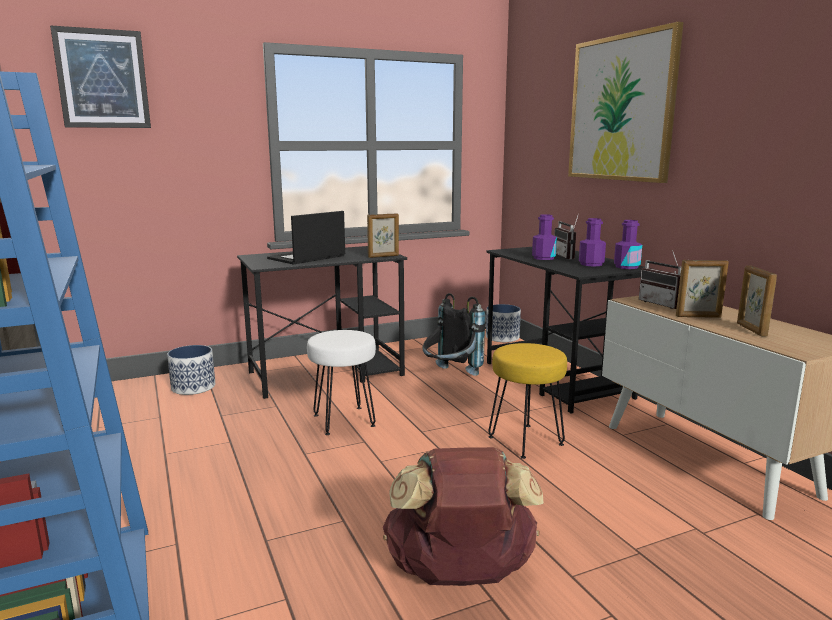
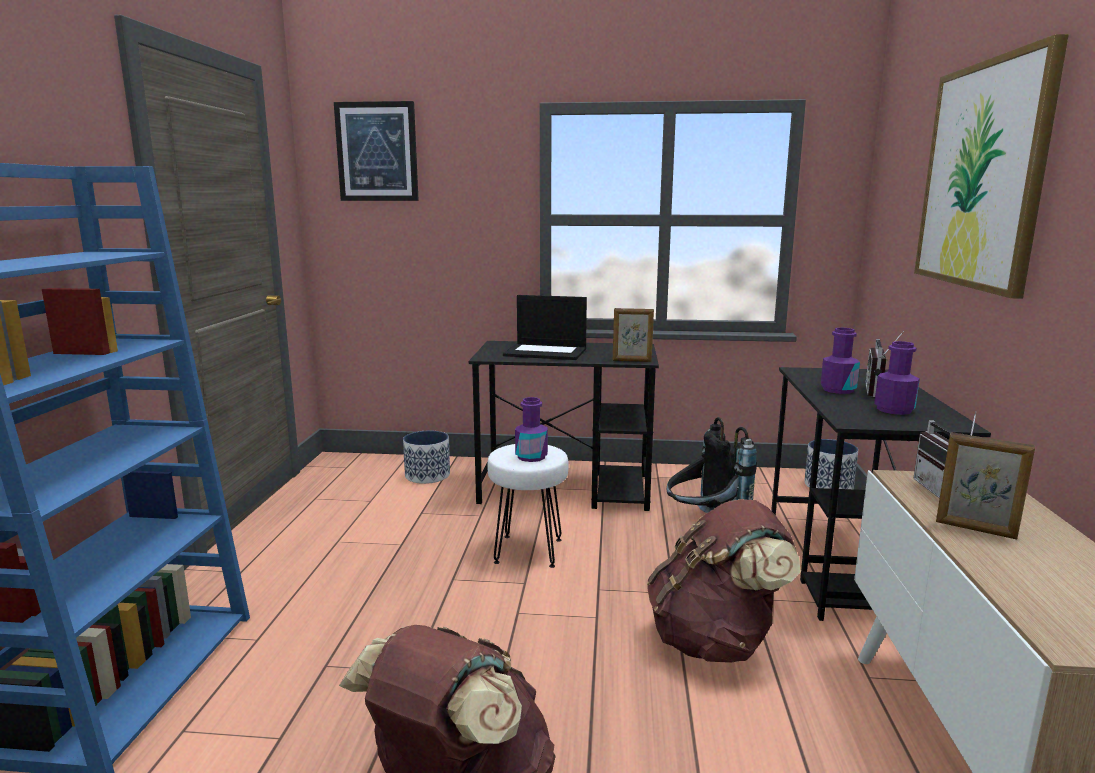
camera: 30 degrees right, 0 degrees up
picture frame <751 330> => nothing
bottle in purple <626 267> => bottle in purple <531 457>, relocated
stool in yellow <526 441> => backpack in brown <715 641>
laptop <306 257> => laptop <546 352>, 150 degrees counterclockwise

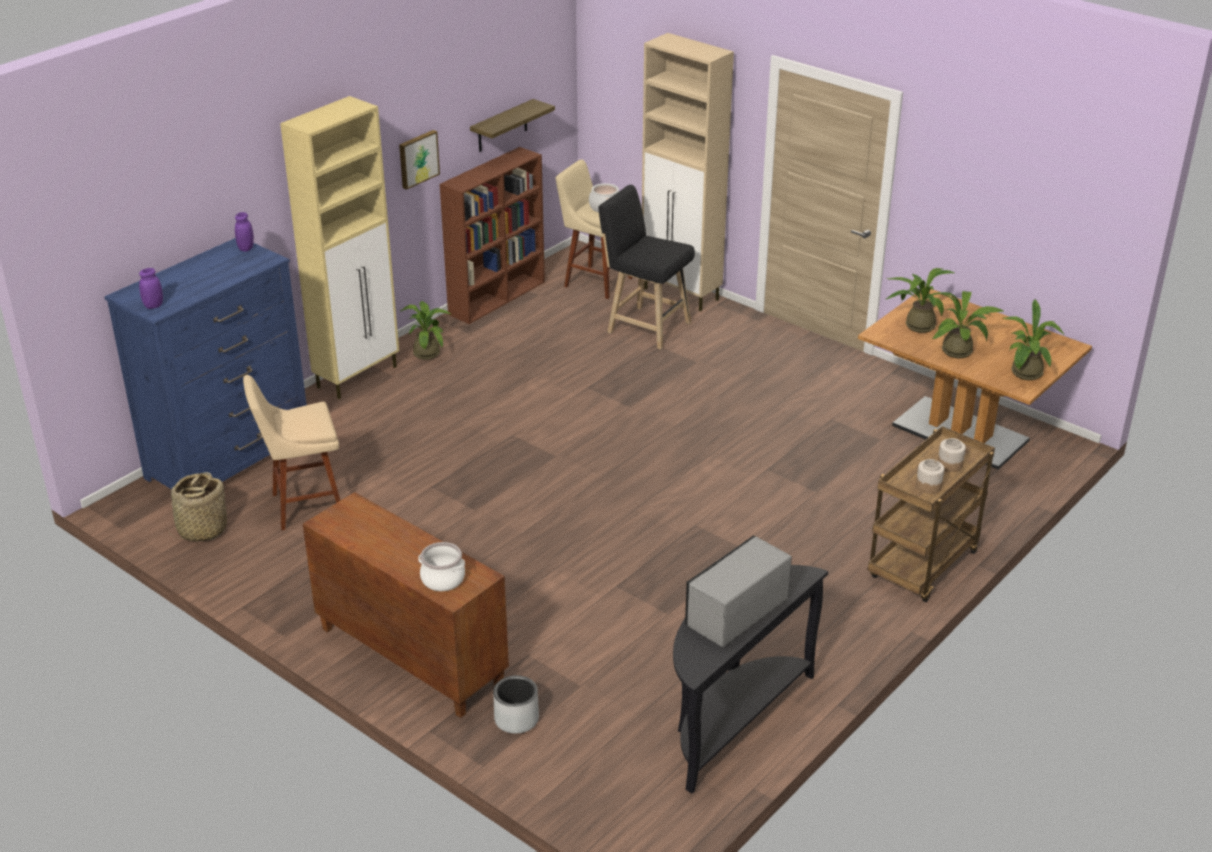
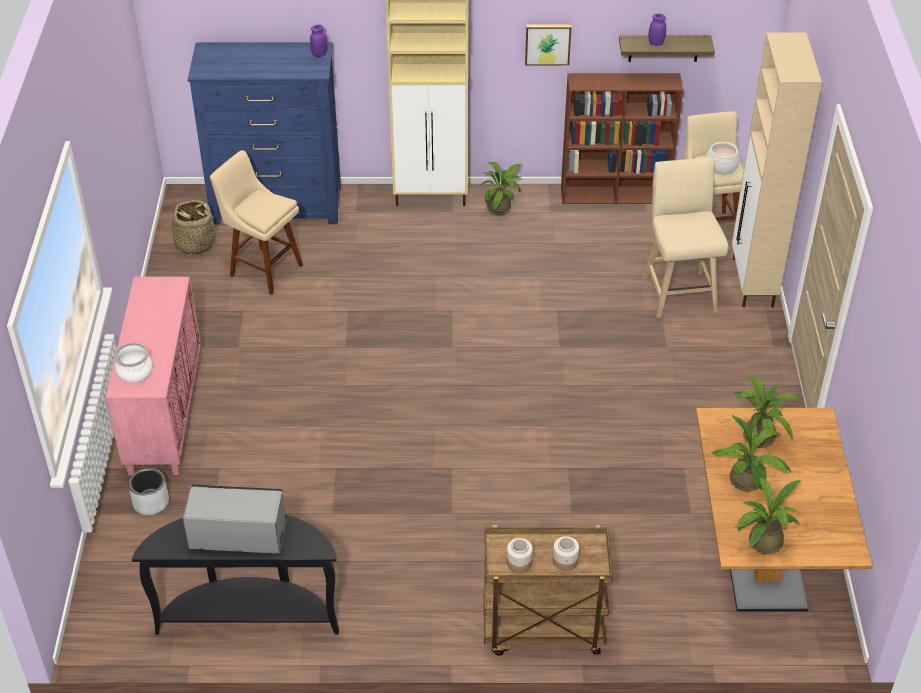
camera: 50 degrees right, 10 degrees up
jar in purple <153 305> => jar in purple <656 43>, relocated
cabinet in brown <409 656> => cabinet in pink <164 414>
stool in black <645 327> => stool in beige <678 291>

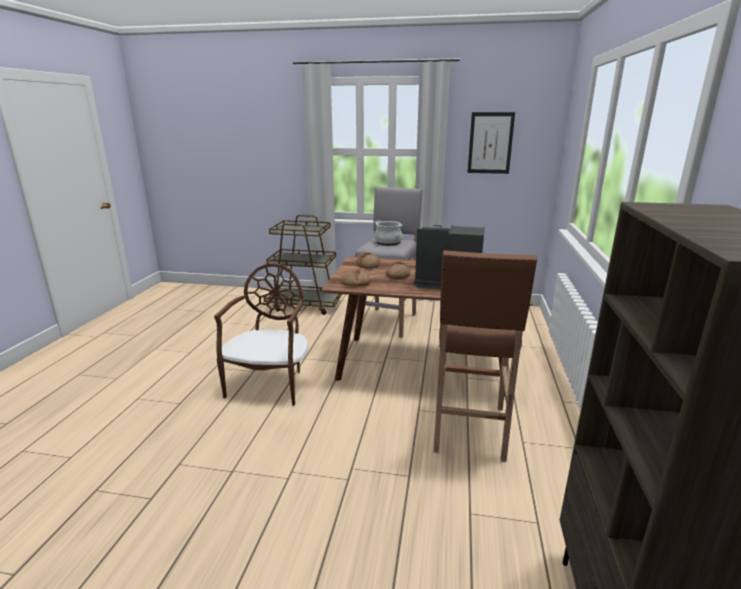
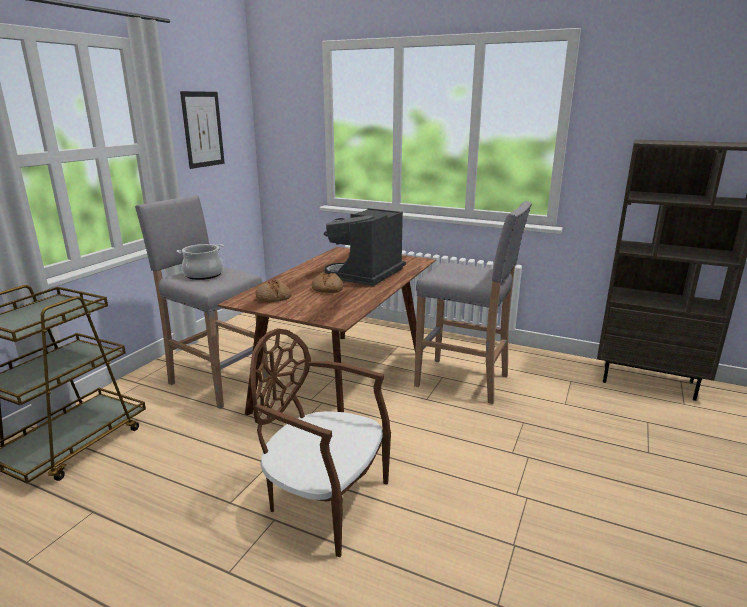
camera: 75 degrees left, 0 degrees up
bread <356 284> => nothing
stool in brown <469 430> => stool in grey <464 381>

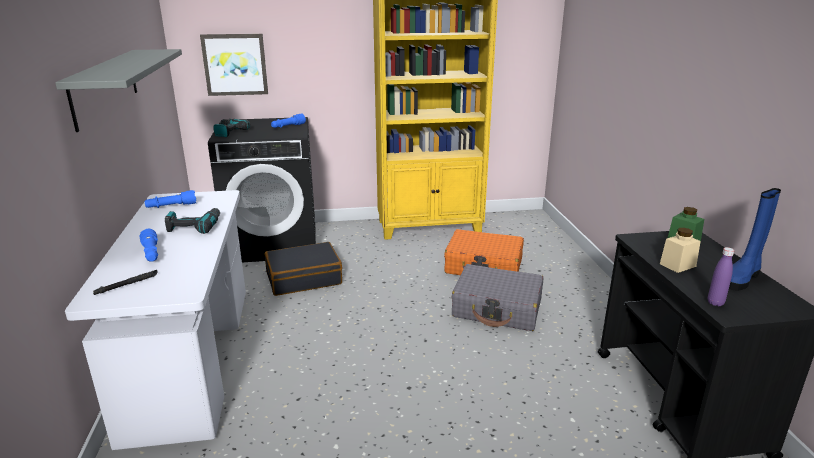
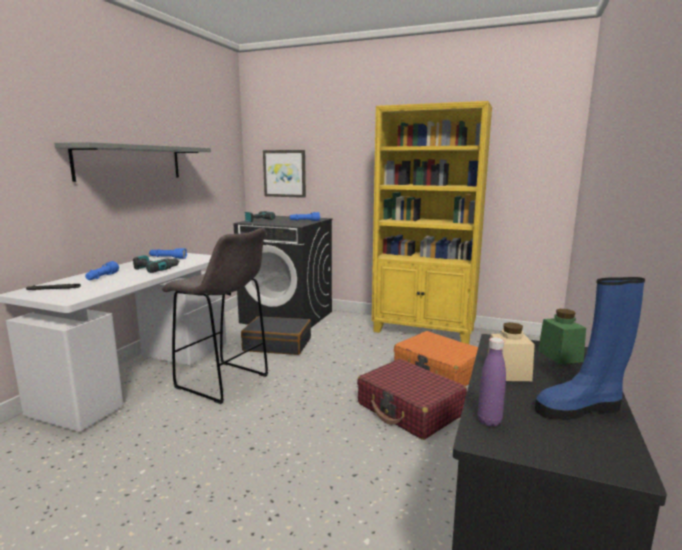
camera: 30 degrees right, 10 degrees down
nothing => stool in grey <224 382>
suitcase in grey <497 309> => suitcase in red <410 410>

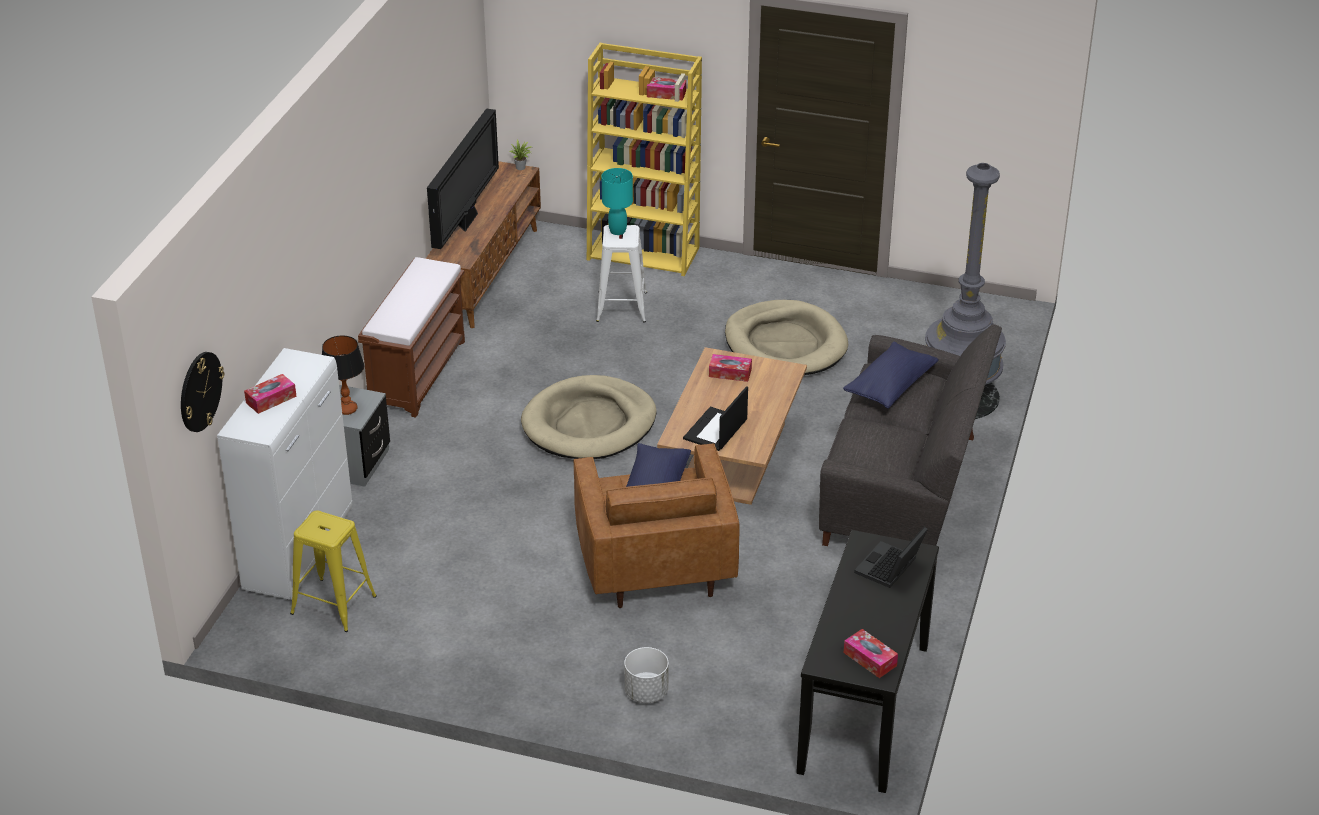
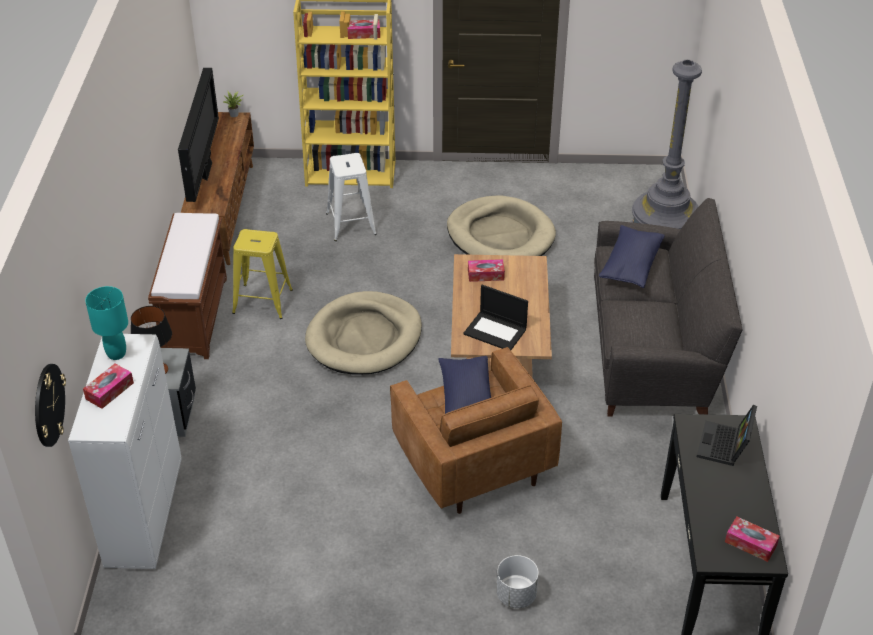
camera: 15 degrees left, 5 degrees up
stool in yellow <333 605> => stool in yellow <262 301>, relocated
table lamp in turquoise <617 231> => table lamp in turquoise <116 353>, relocated
laptop <715 430> => laptop <496 331>, 75 degrees counterclockwise

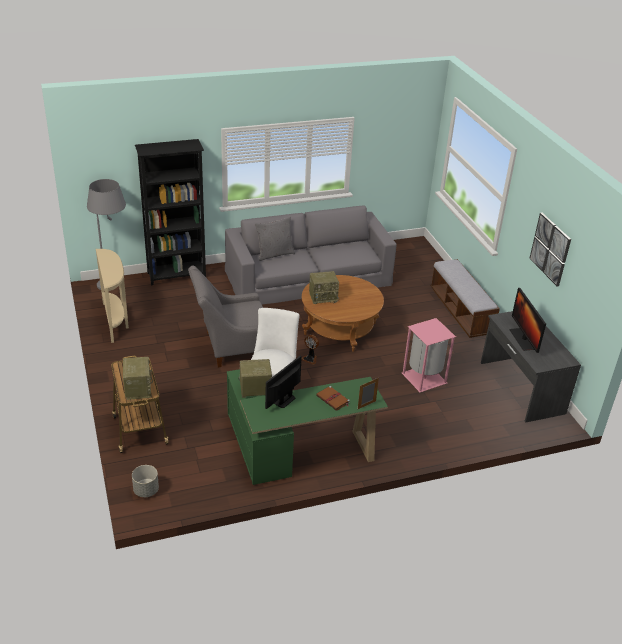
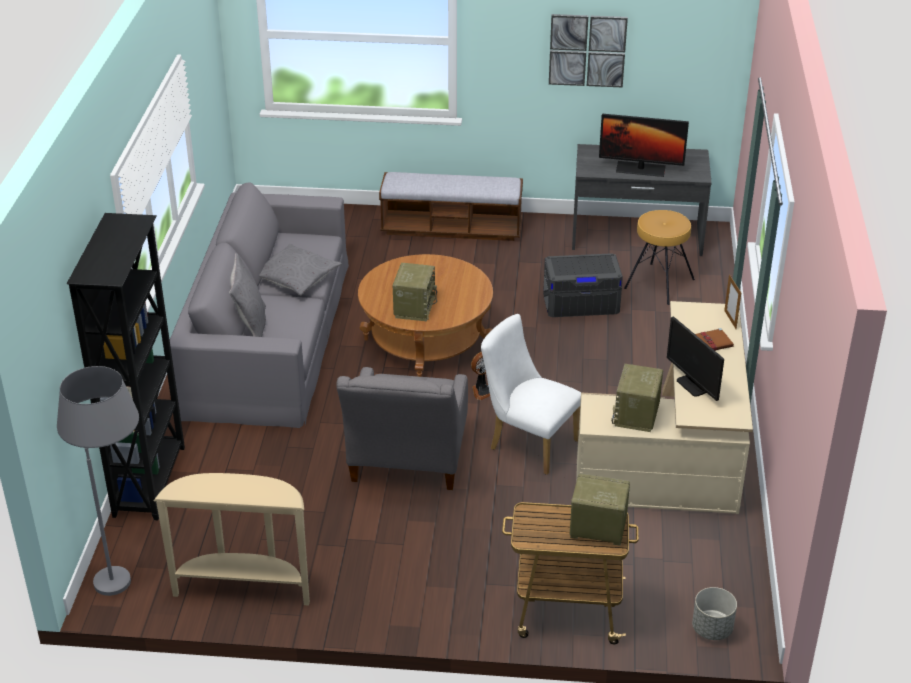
camera: 65 degrees left, 0 degrees up
nothing => pillow in grey <296 277>
nothing => stool in brown <658 283>
trash can in pink <425 378> => storage box in grey <581 303>
desk in green <293 448> => desk in beige <676 458>

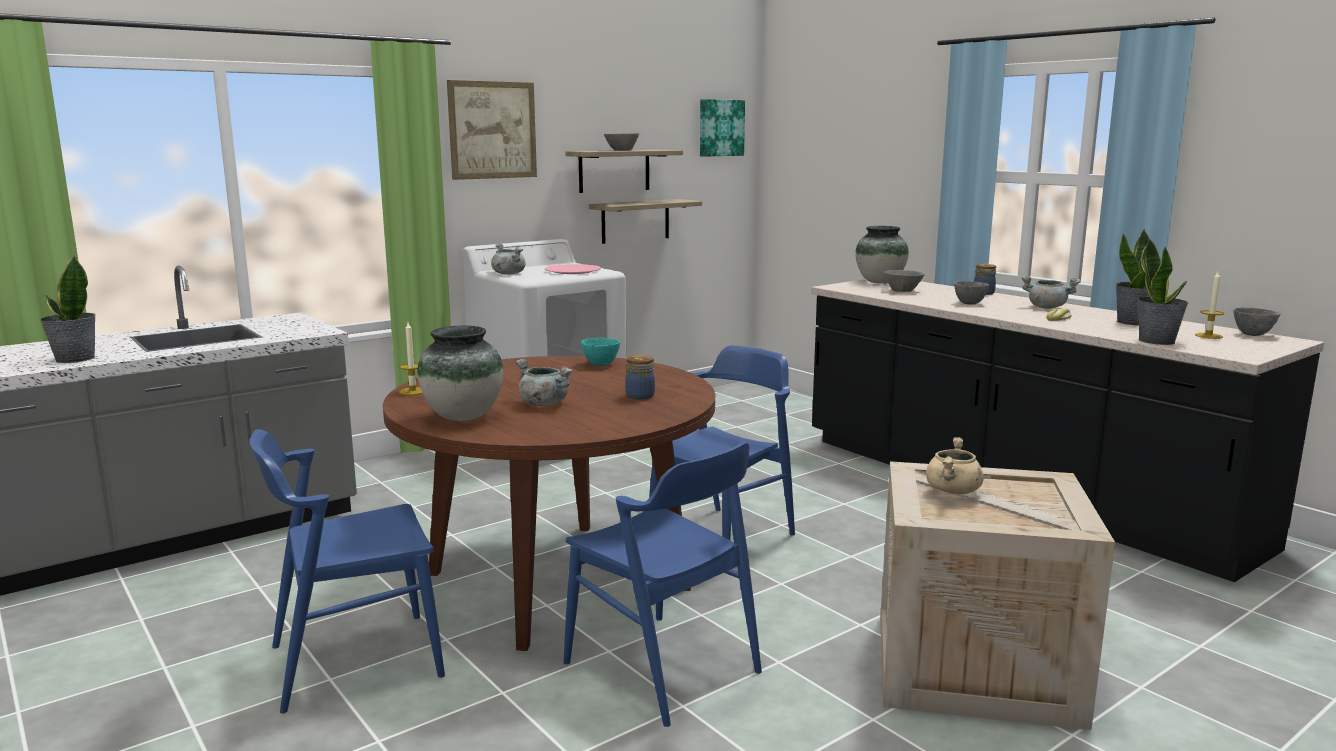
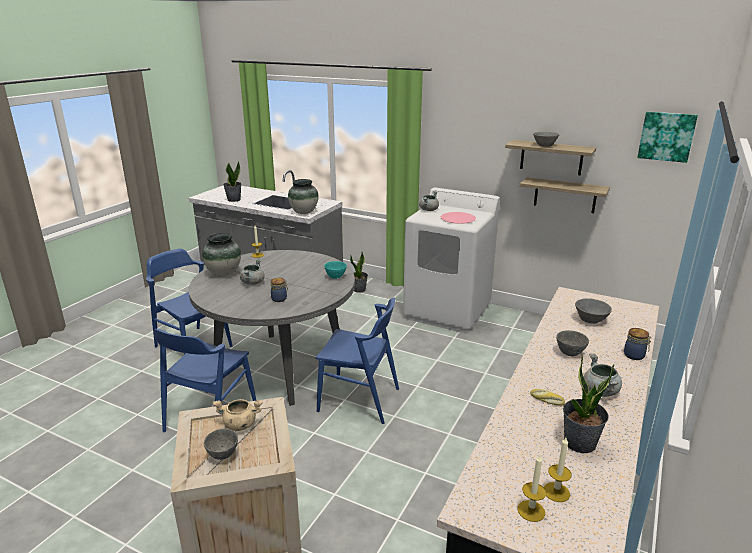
camera: 65 degrees right, 10 degrees up
picture <492 130> => nothing
nothing => candle <531 511>
vase <880 282> => vase <303 212>, relocated
potted plant <1157 341> => potted plant <359 289>, relocated
bowl in grey <1252 334> => bowl in grey <223 455>, relocated
dining table in brown <558 580> => dining table in grey <280 366>

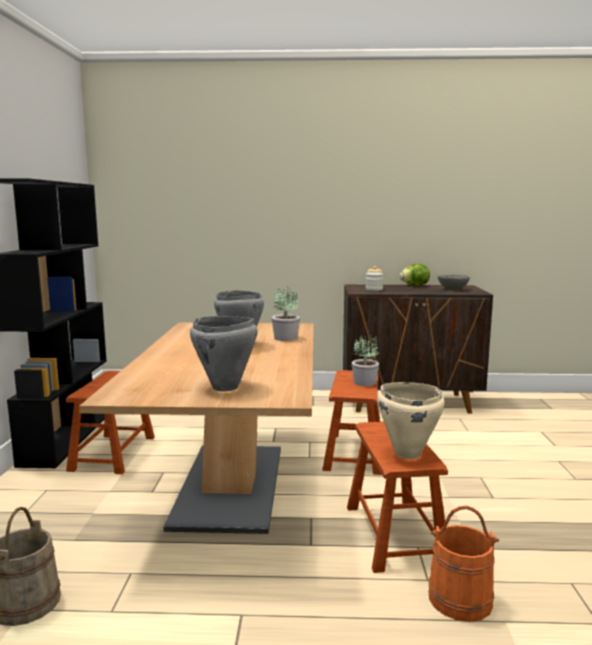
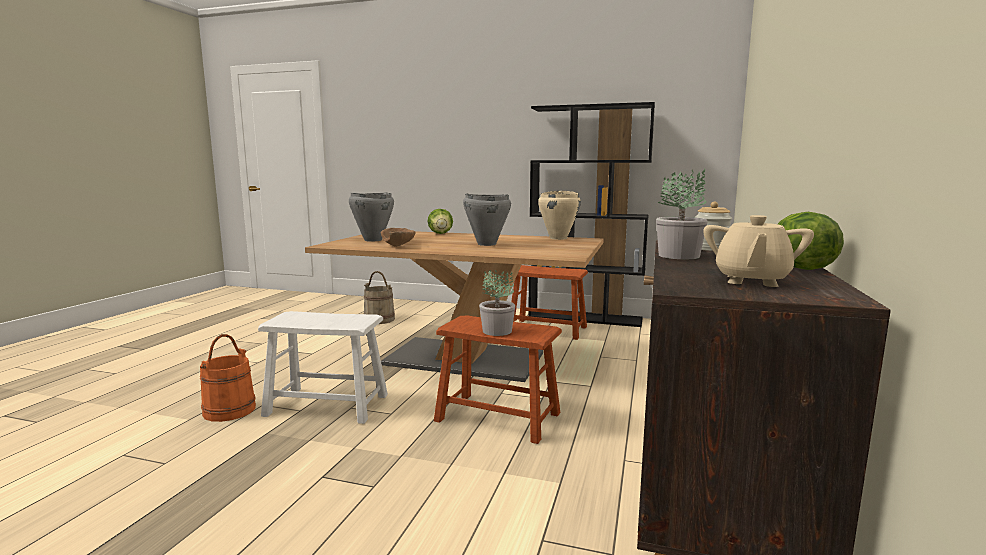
camera: 105 degrees right, 0 degrees up
nothing => bowl in brown <399 246>
nothing => lettuce <440 234>
potted plant <285 338> => potted plant <679 256>, relocated
cooking pot in beige <407 453> => cooking pot in beige <558 238>, relocated
bowl in grey <452 289> => teapot in beige <751 281>
stool in brown <394 534> => stool in white <327 405>

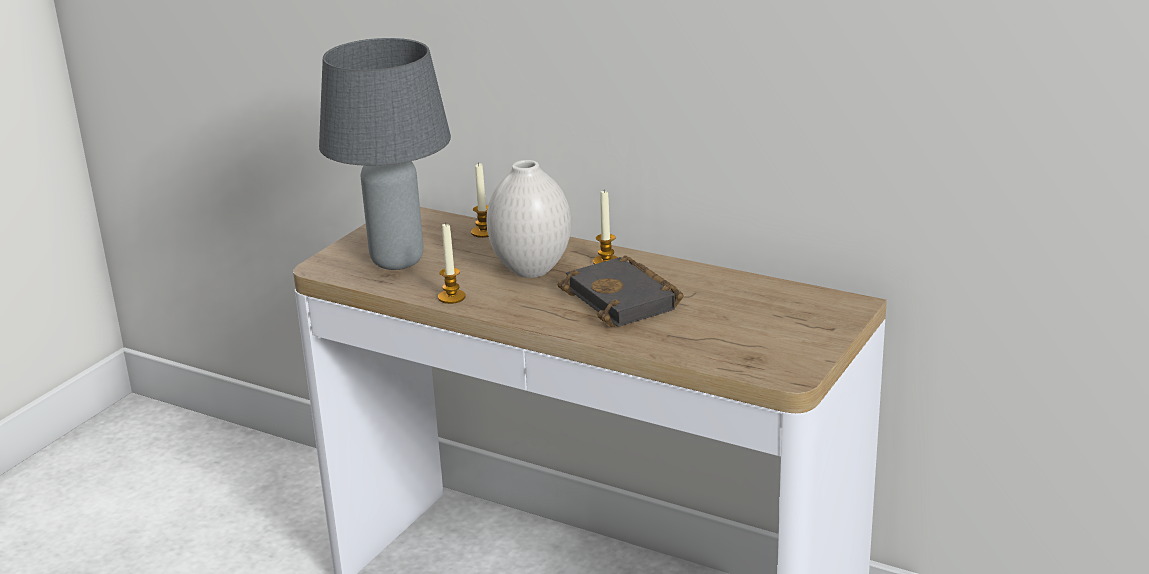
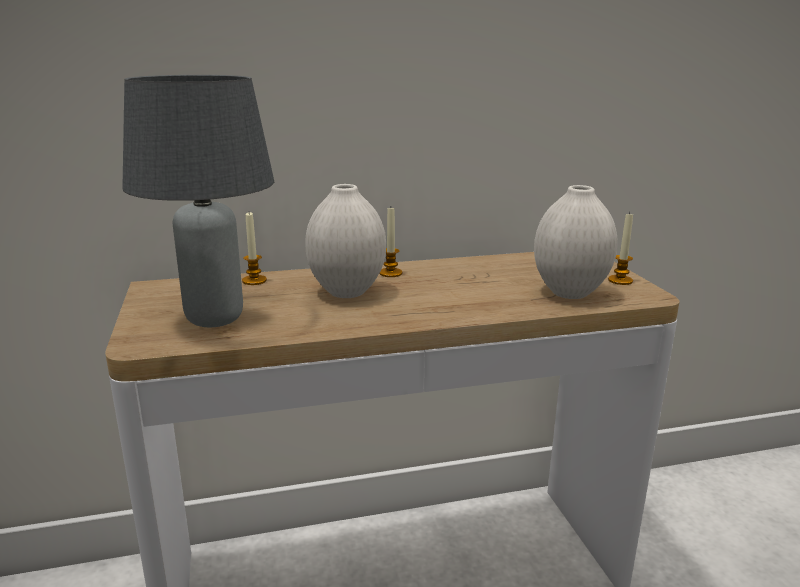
camera: 45 degrees left, 5 degrees down
book in black <625 300> => nothing
nothing => vase in white <568 292>
candle <451 297> => candle <620 280>, relocated

